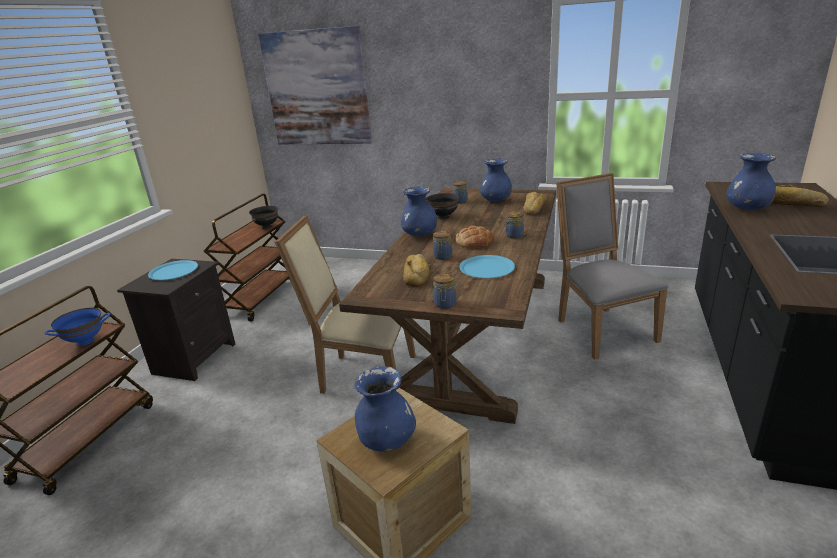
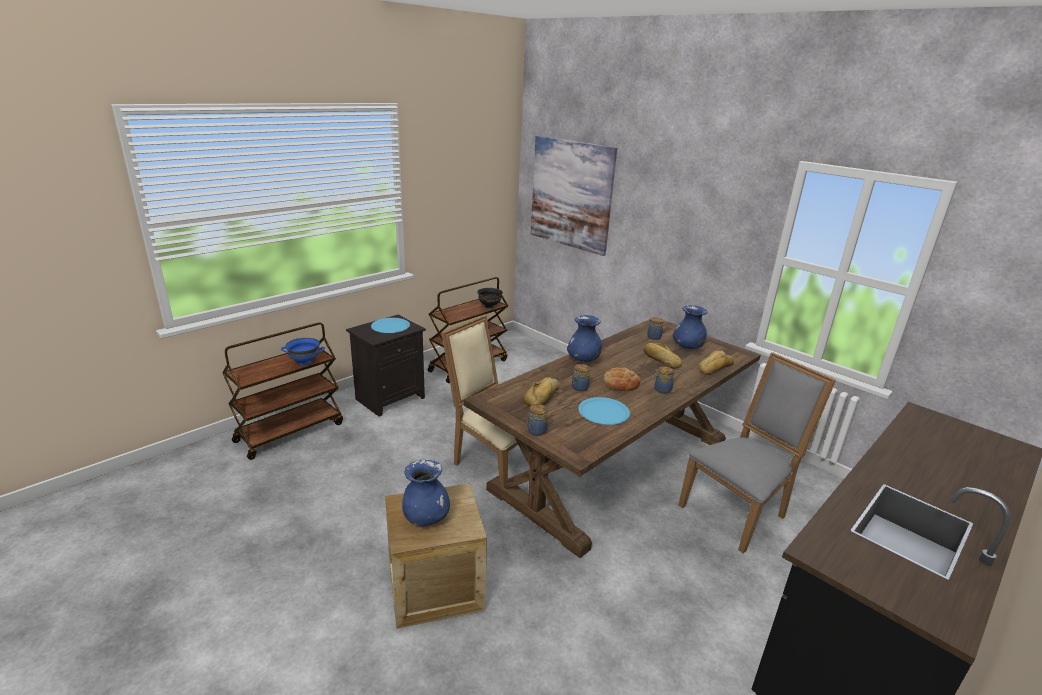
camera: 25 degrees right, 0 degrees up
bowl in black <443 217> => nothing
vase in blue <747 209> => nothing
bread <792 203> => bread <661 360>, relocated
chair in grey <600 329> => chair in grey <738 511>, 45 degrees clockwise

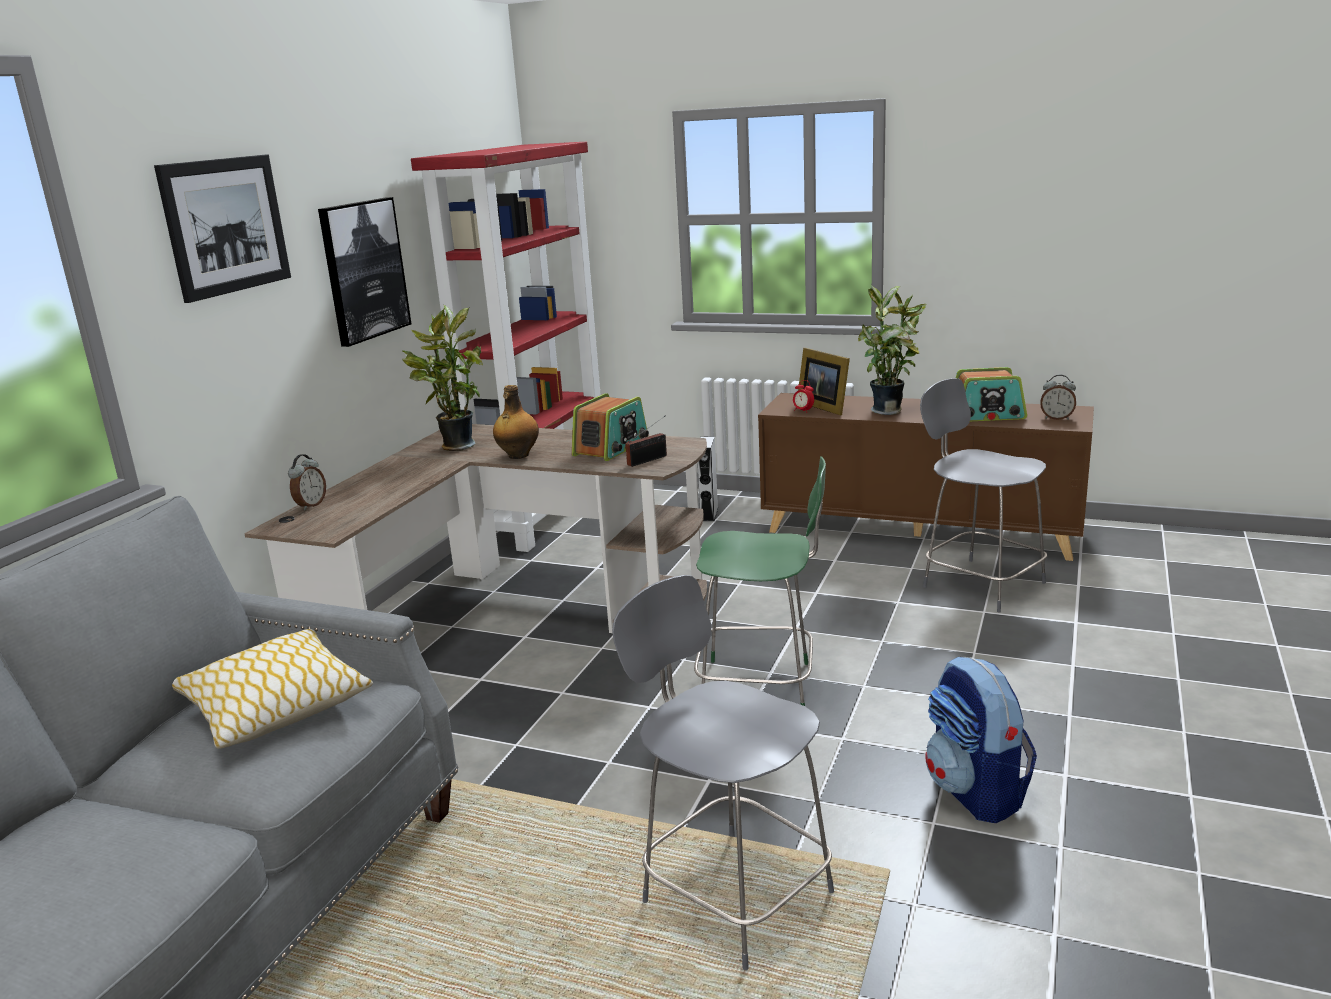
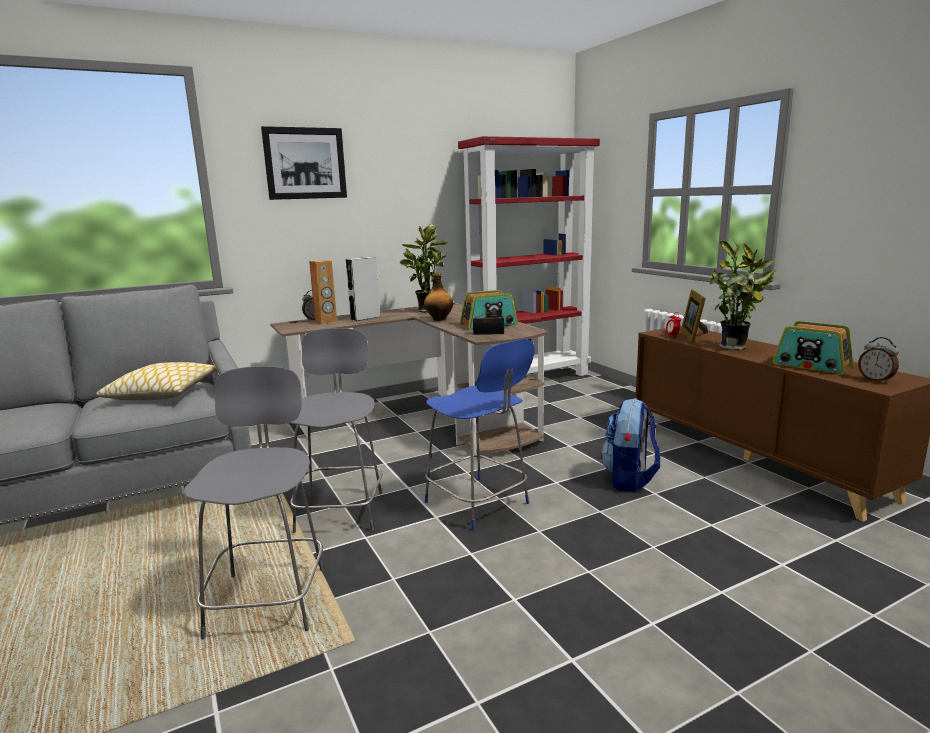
camera: 40 degrees right, 5 degrees down
picture <364 270> => nothing
nothing => speaker in brown <326 321>
speaker in grey <709 514> => speaker in grey <365 318>, relocated
chair in grey <980 583> => chair in grey <341 510>, relocated
backpack <976 792> => backpack <629 480>, relocated
chair in green <761 687> => chair in blue <479 504>

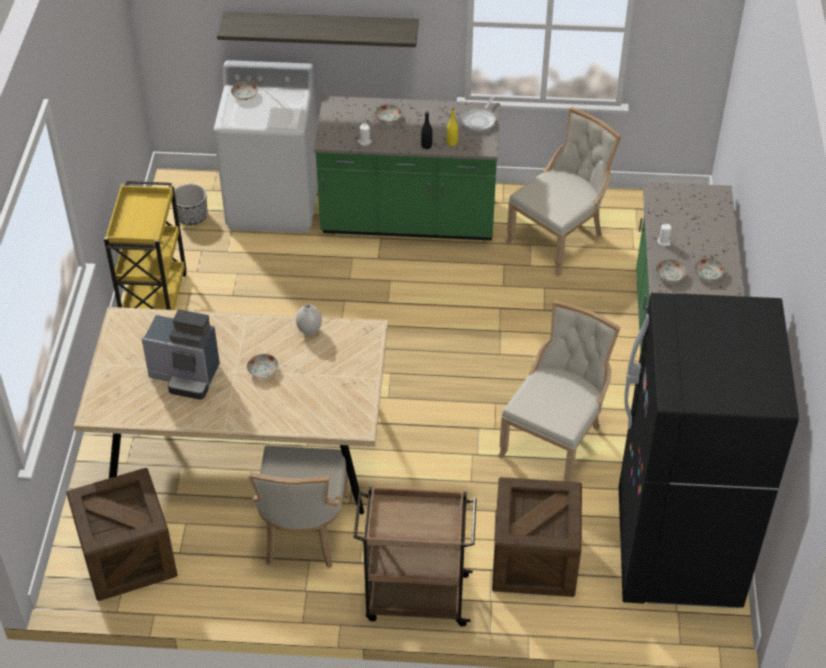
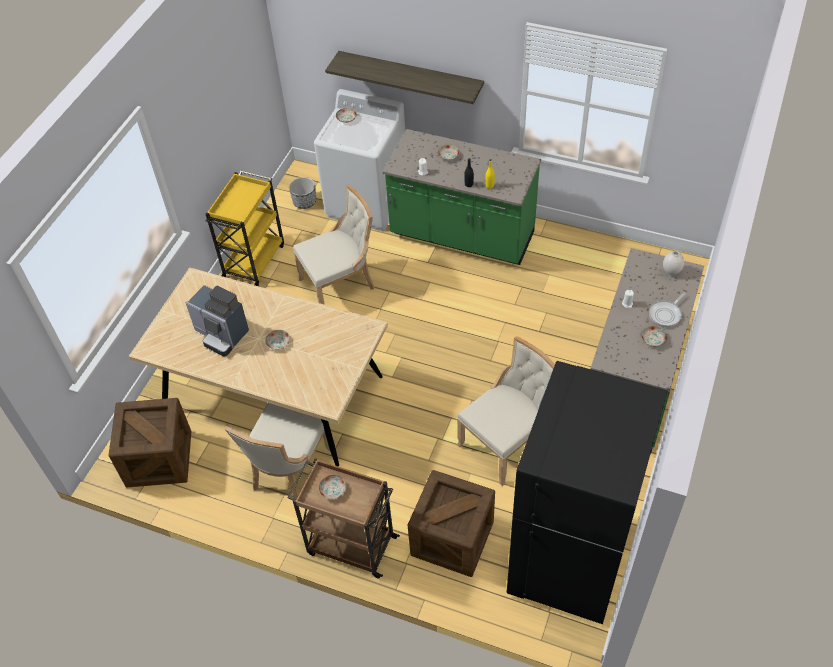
camera: 20 degrees right, 5 degrees up
vase in white <309 330> => vase in white <671 271>, relocated
frying pan <479 120> => frying pan <666 314>, relocated
chair in beige <559 238> => chair in beige <340 285>, relocated
plate <670 275> => plate <333 490>, relocated

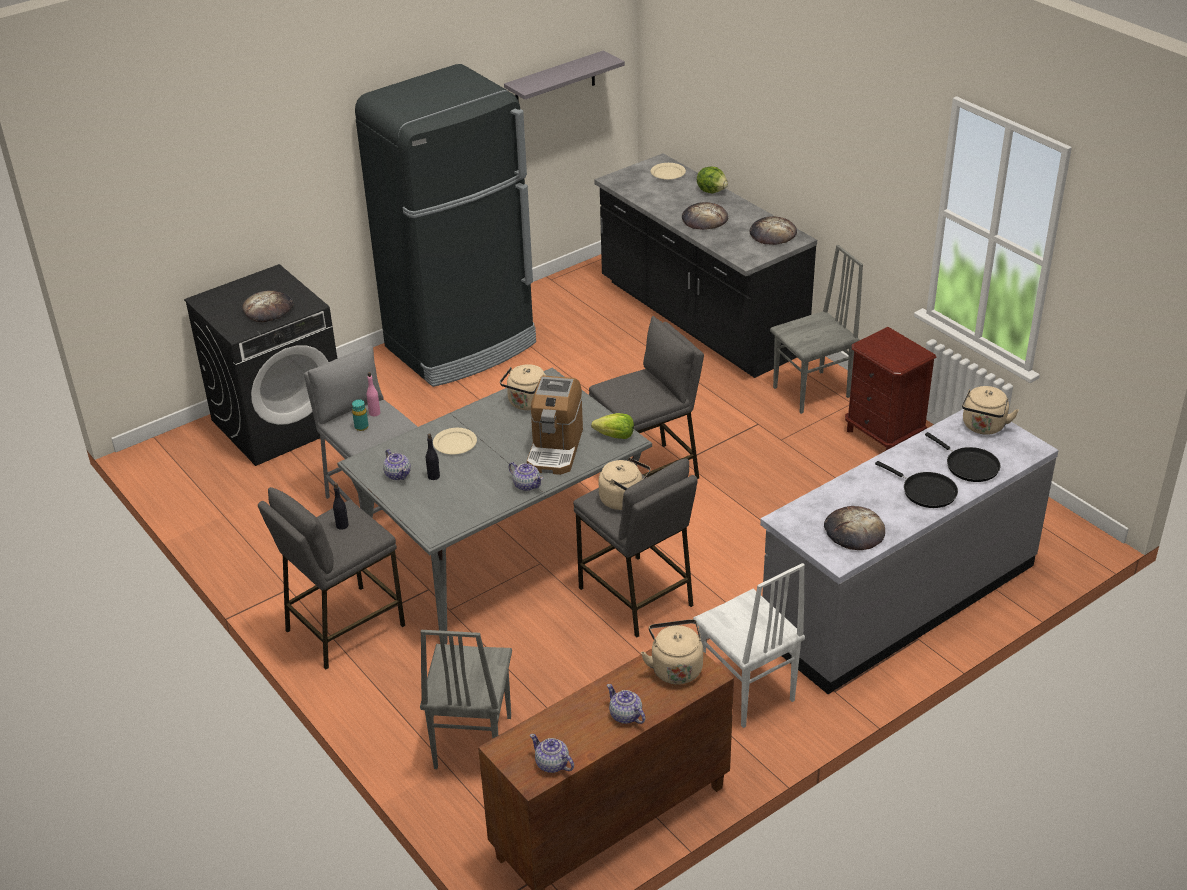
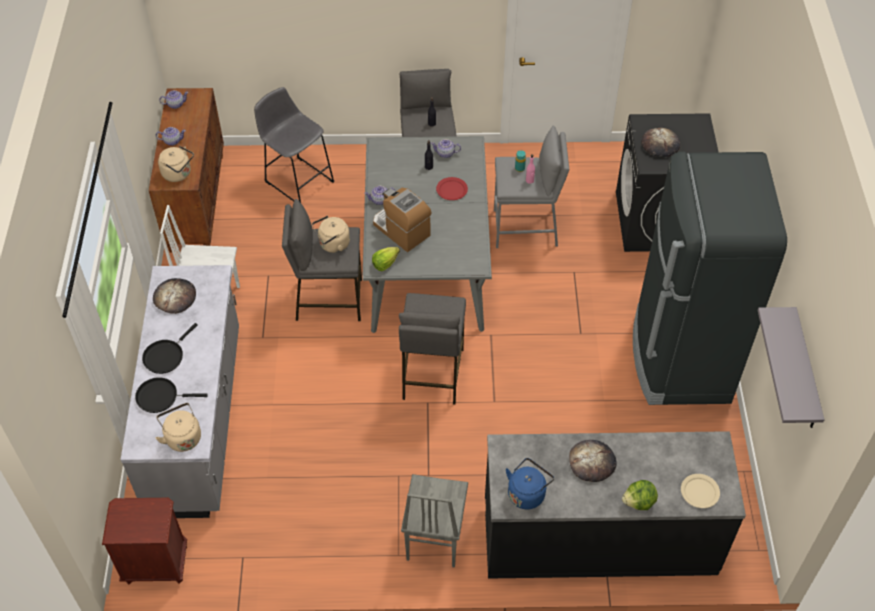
camera: 125 degrees right, 15 degrees up
kettle in beige <527 403> => nothing
nightstand in brown <883 435> => nightstand in brown <156 564>, relocated
chair in grey <471 742> => stool in grey <297 179>
bread <772 234> => kettle in blue <527 493>
plate in beige <455 443> => plate in red <451 190>
frying pan in black <925 491> => frying pan in black <165 356>, 45 degrees counterclockwise

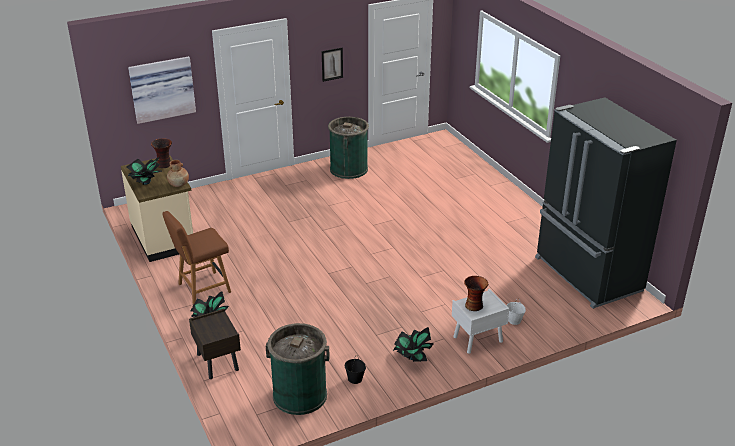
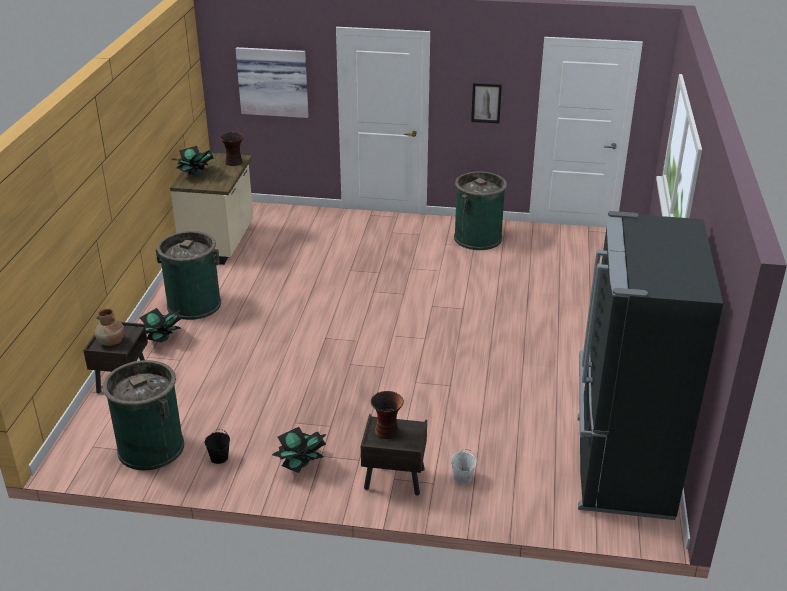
camera: 35 degrees right, 0 degrees up
vase in brown <179 184> => vase in brown <111 342>, relocated
chair in brown <202 288> => trash can in green <194 304>
nightstand in white <477 340> => nightstand in brown <393 479>

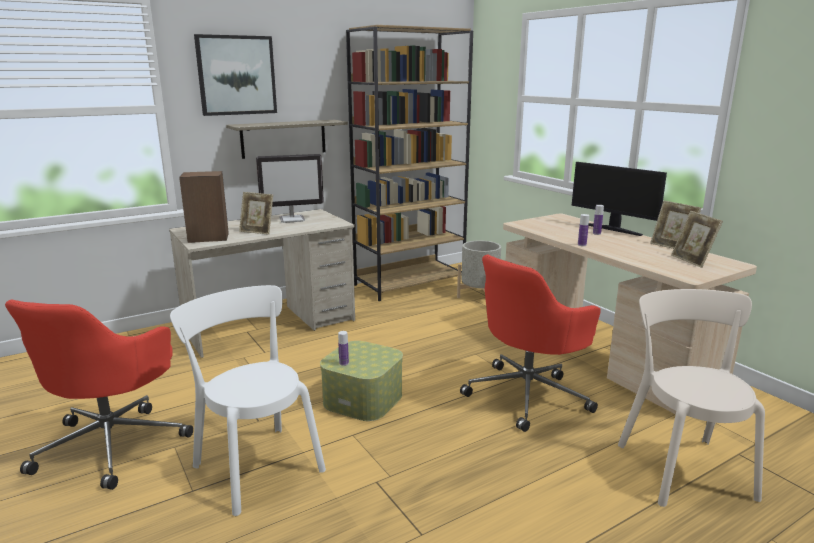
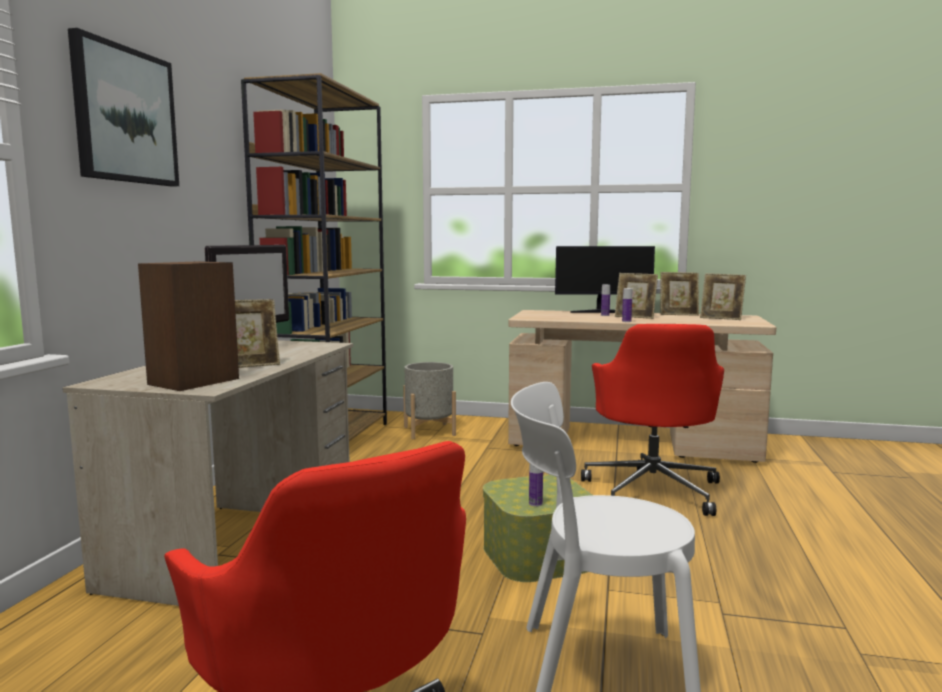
camera: 45 degrees left, 10 degrees down
shelf <283 138> => nothing
chair in beige <681 466> => nothing
nothing => picture frame <635 317>

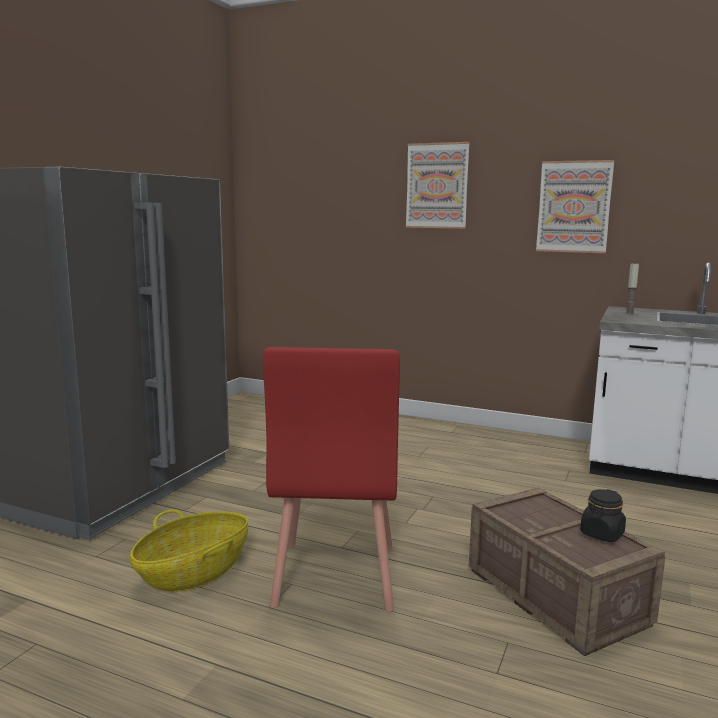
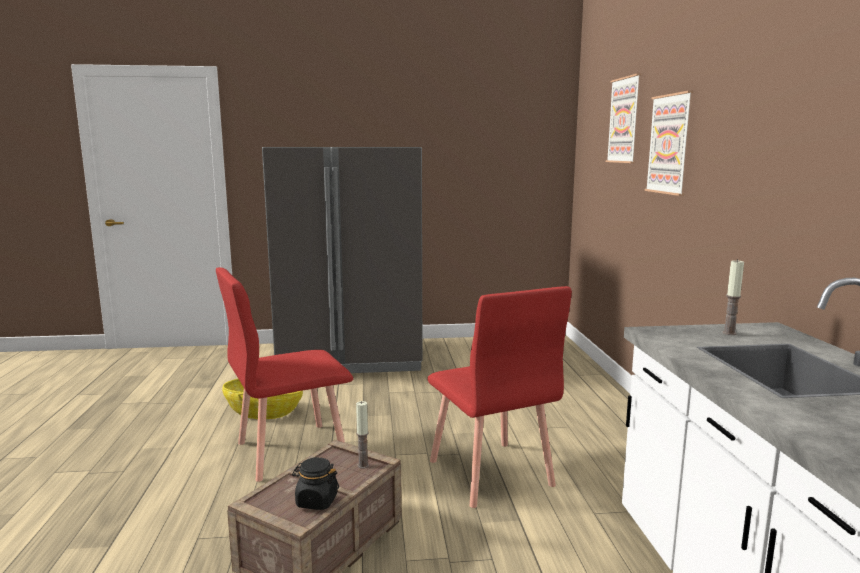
camera: 60 degrees right, 0 degrees up
nothing => candle <363 465>
nothing => chair in red <490 473>
picture <574 207> => picture <624 120>, relocated

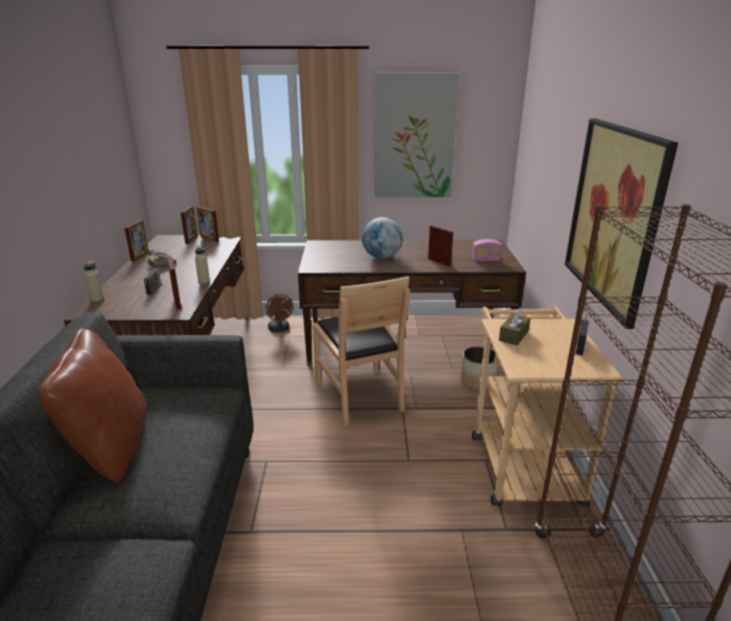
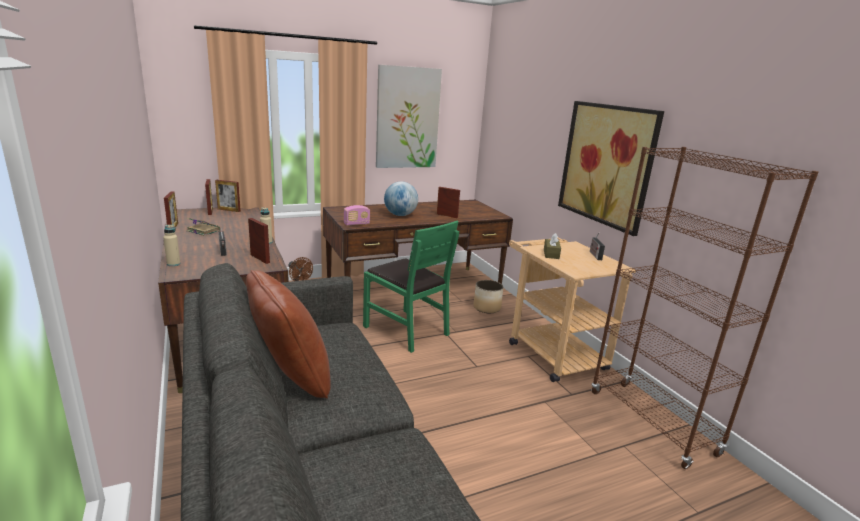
camera: 25 degrees left, 5 degrees down
radio <485 260> => radio <356 224>, relocated
chair in brown <359 395> => chair in green <406 330>

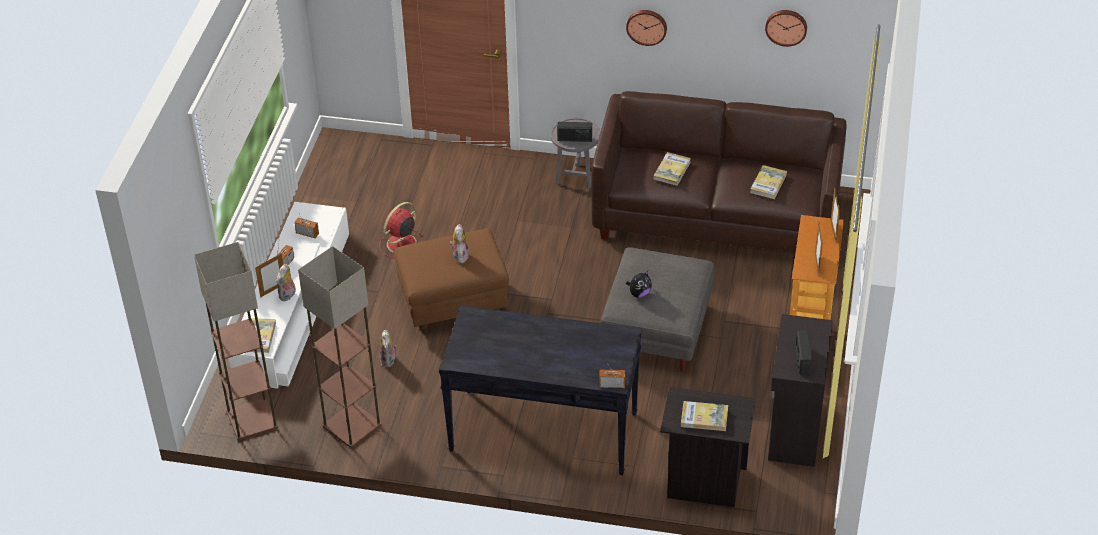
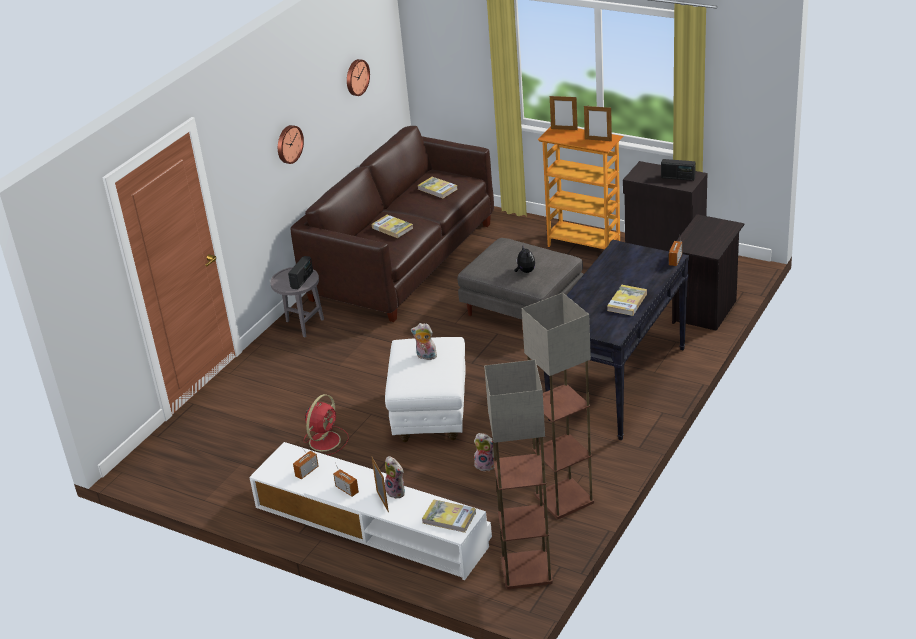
camera: 70 degrees left, 10 degrees down
book <704 418> => book <627 302>, relocated
ottoman in brown <454 304> => ottoman in white <430 416>
fan in red <400 244> => fan in red <325 440>, 120 degrees counterclockwise

